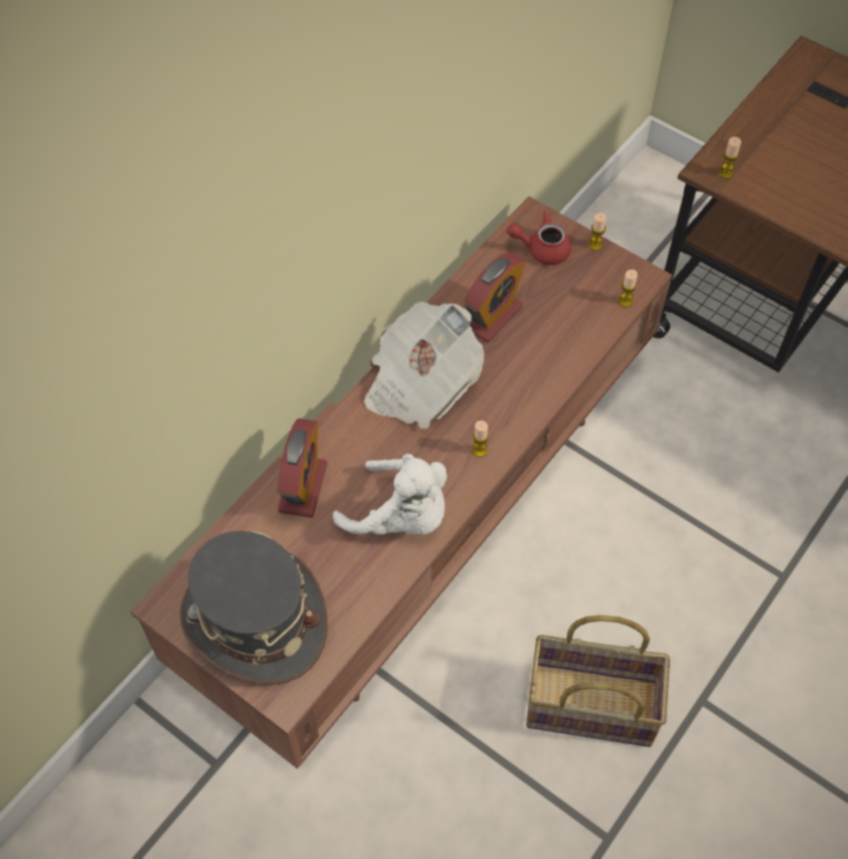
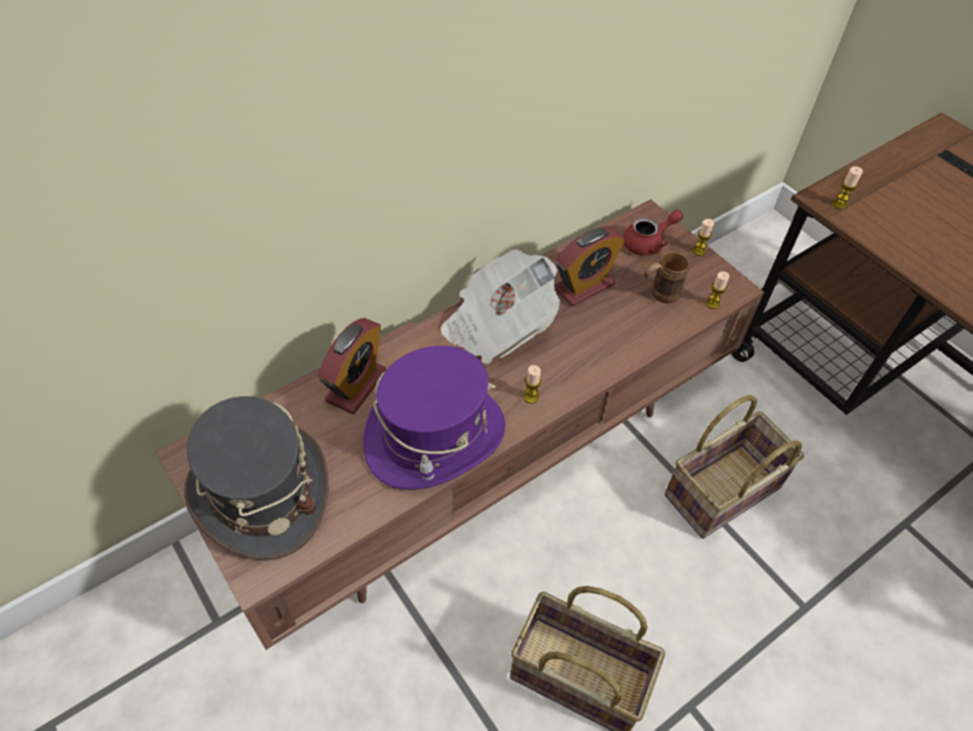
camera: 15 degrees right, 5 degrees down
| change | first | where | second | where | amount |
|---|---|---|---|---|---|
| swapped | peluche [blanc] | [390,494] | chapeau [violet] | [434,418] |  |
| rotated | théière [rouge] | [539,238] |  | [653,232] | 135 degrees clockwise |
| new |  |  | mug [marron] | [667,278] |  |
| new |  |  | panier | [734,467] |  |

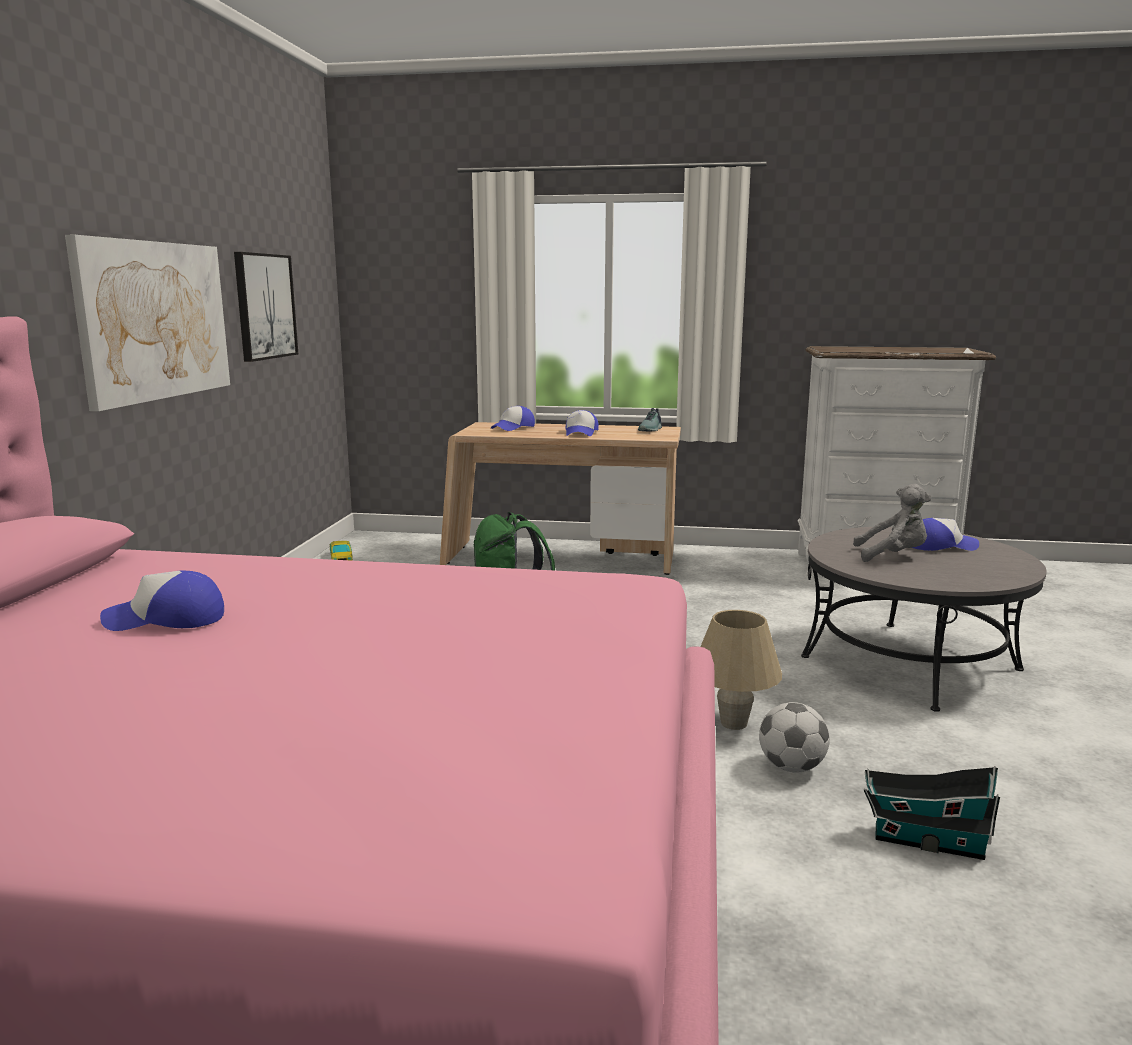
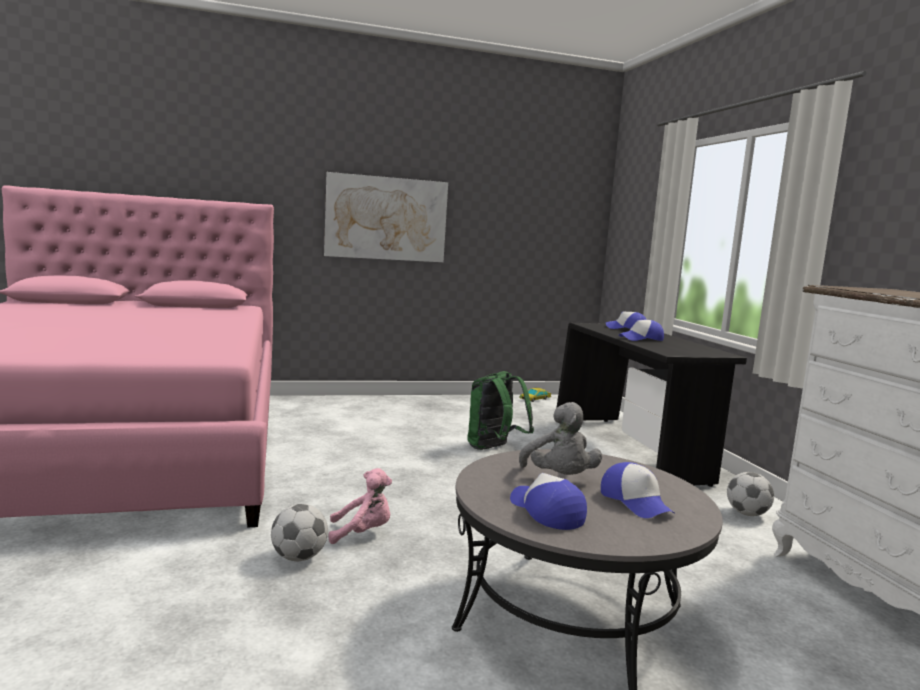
camera: 65 degrees right, 5 degrees down
| change | first | where | second | where | amount |
|---|---|---|---|---|---|
| swapped | lampe de table [beige] | [741,670] | peluche [rose] | [360,506] |  |
| shifted | casquette | [162,600] |  | [548,501] |  |
| repainted | bureau [beige] | [560,498] | bureau [noir] | [652,405] |  |
| new |  |  | ballon de foot | [750,494] |  |
| gone | tableau | [266,307] |  |  |  |
| gone | chaussure | [650,420] |  |  |  |
| gone | maison miniature | [932,813] |  |  |  |

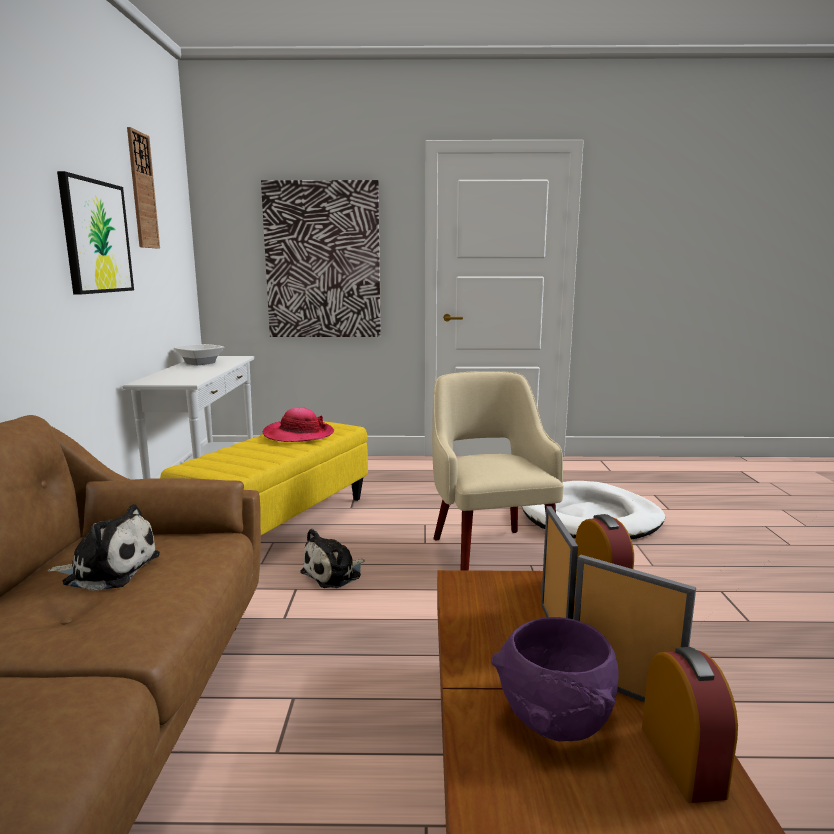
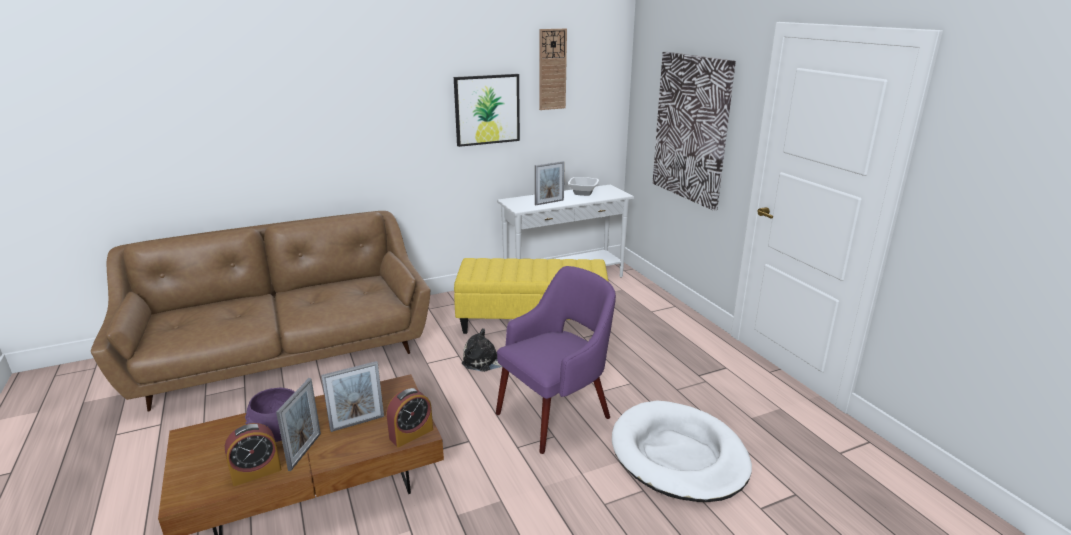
camera: 65 degrees right, 10 degrees up
| change | first | where | second | where | amount |
|---|---|---|---|---|---|
| repainted | fauteuil [beige] | [498,470] | fauteuil [violet] | [556,360] |  |
| new |  |  | cadre photo | [550,183] |  |
| gone | peluche | [103,547] |  |  |  |
| gone | chapeau | [298,424] |  |  |  |

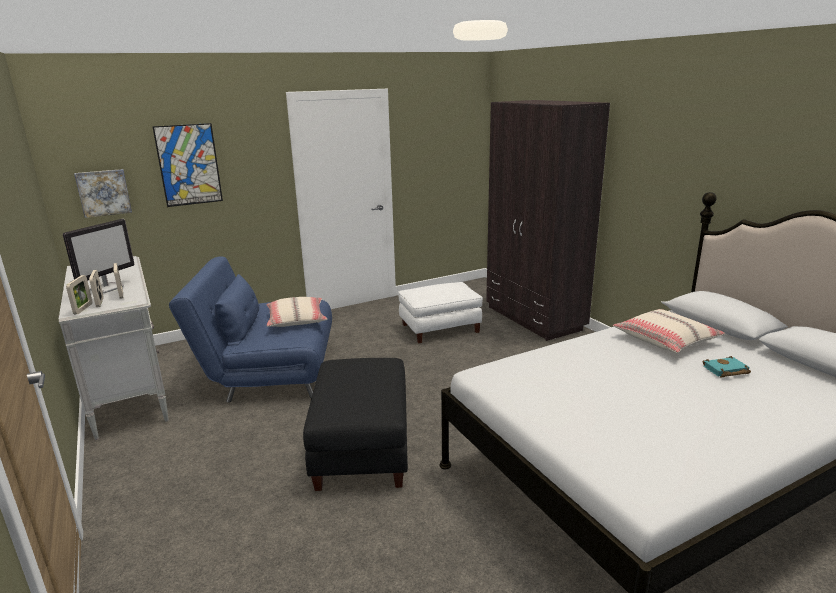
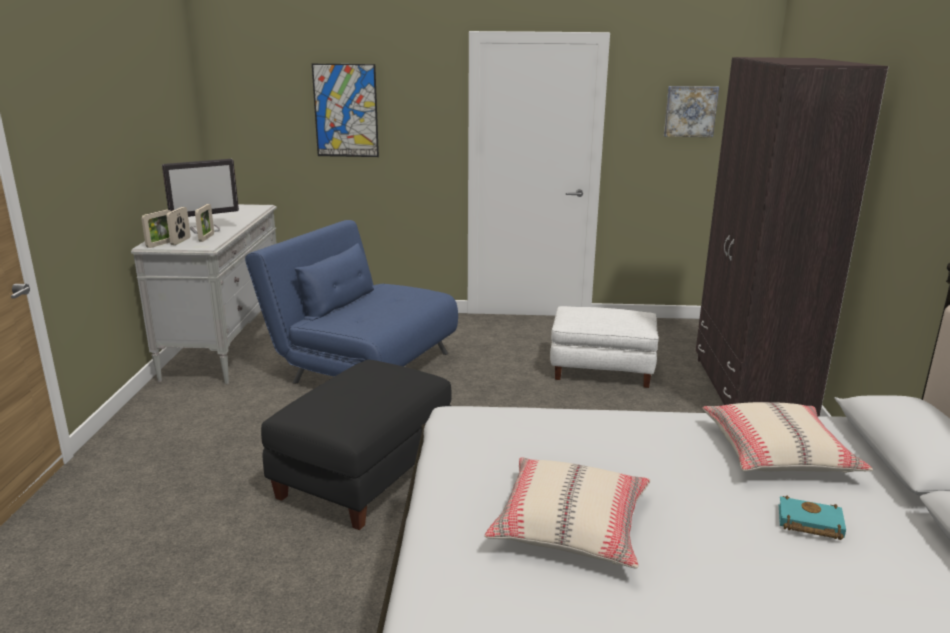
camera: 30 degrees right, 0 degrees up
| change | first | where | second | where | amount |
|---|---|---|---|---|---|
| shifted | coussin [beige] | [297,312] |  | [567,513] |  |
| shifted | tableau | [103,193] |  | [691,111] |  |

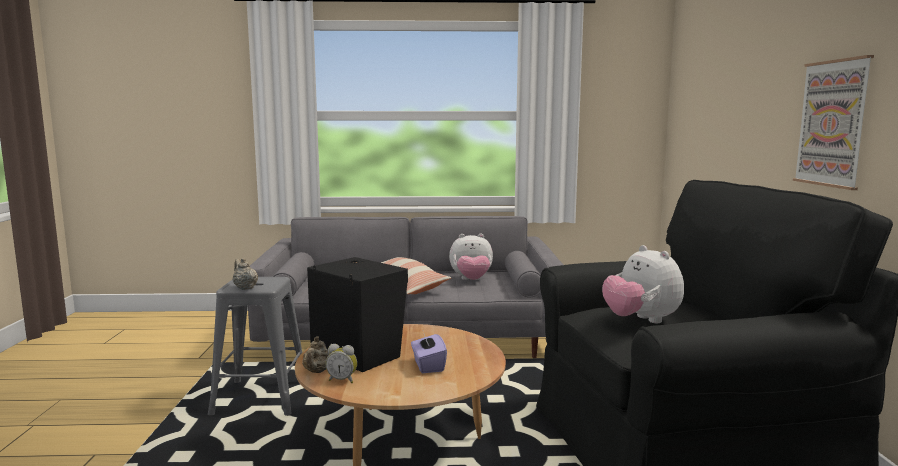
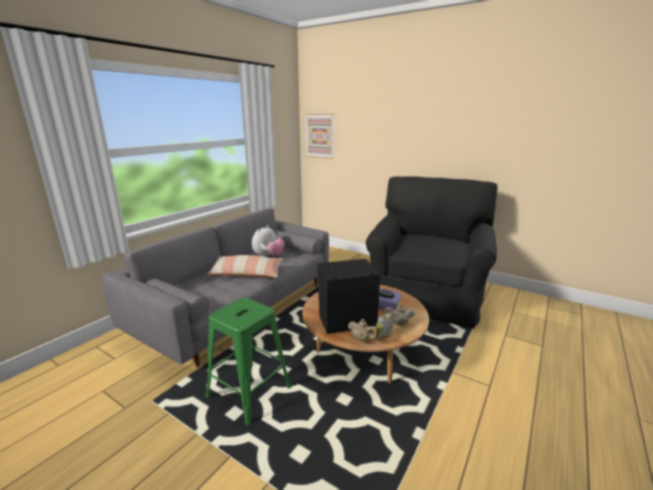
camera: 55 degrees left, 10 degrees up
| change | first | where | second | where | amount |
|---|---|---|---|---|---|
| repainted | tabouret [gris] | [255,346] | tabouret [vert] | [248,362] |  |
| shifted | tableau | [833,122] |  | [320,136] |  |
| shifted | théière [beige] | [245,274] |  | [399,315] |  |
| gone | peluche | [643,284] |  |  |  |

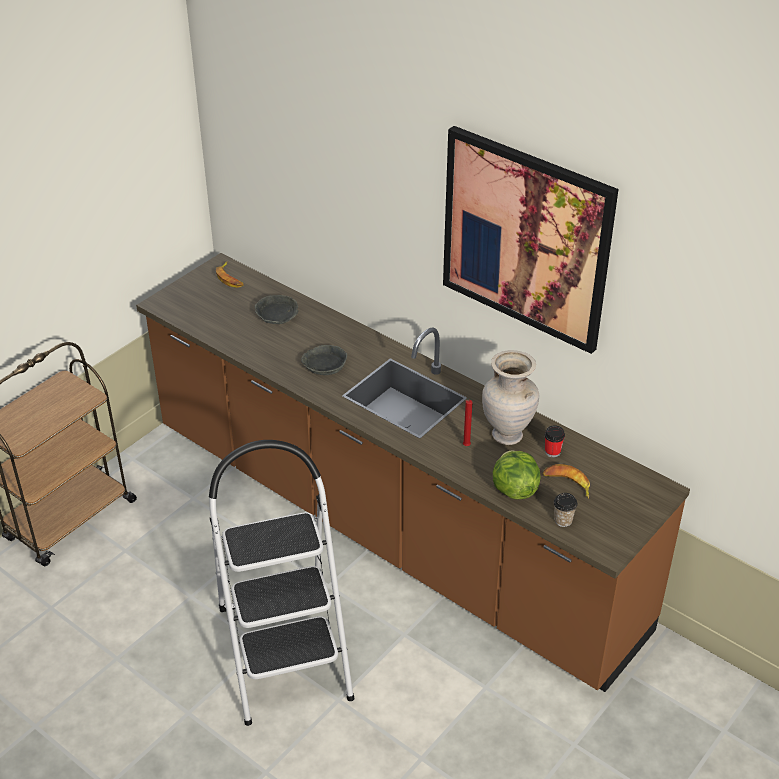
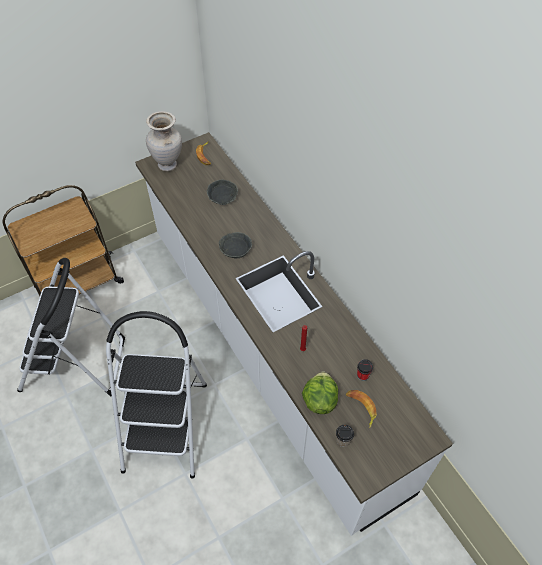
camera: 20 degrees right, 15 degrees up
| change | first | where | second | where | amount |
|---|---|---|---|---|---|
| new |  |  | escabeau | [71,327] |  |
| repainted | comptoir de cuisine [marron] | [413,472] | comptoir de cuisine [blanc] | [294,334] |  |
| shifted | vase [beige] | [510,397] |  | [164,141] |  |
| gone | tableau | [531,240] |  |  |  |

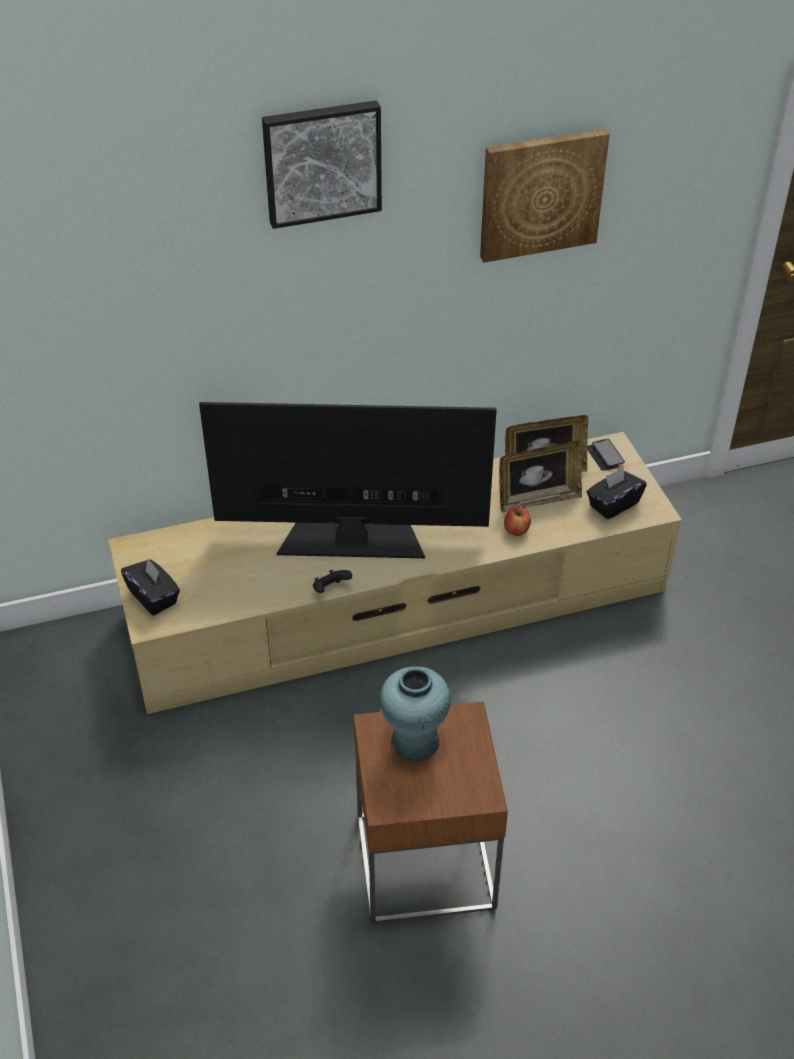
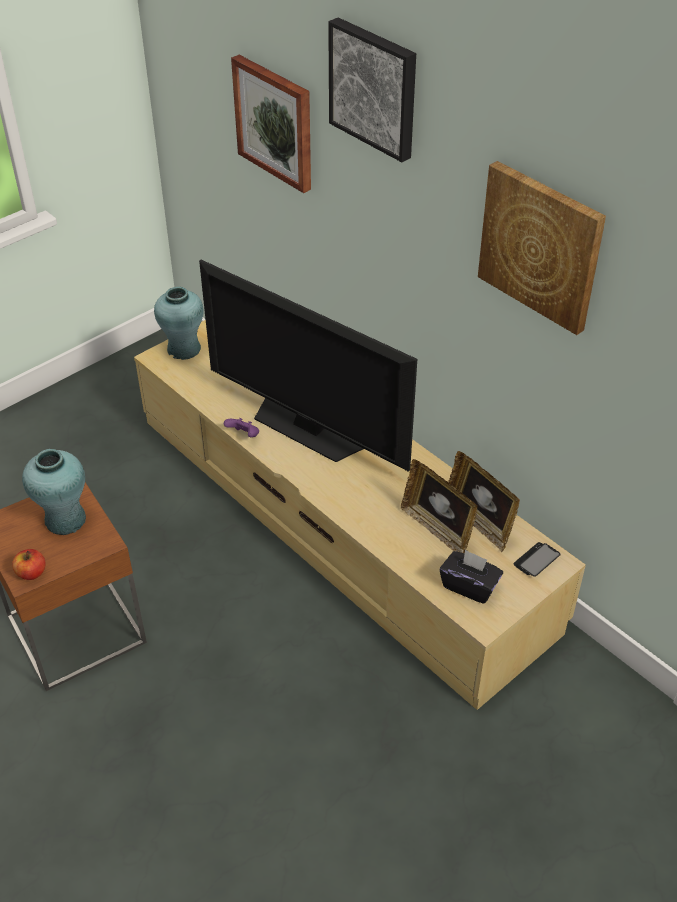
camera: 65 degrees right, 0 degrees up
| change | first | where | second | where | amount |
|---|---|---|---|---|---|
| shifted | pomme | [517,521] |  | [28,564] |  |
| swapped | boîte à mouchoirs [noir] | [150,587] | vase [turquoise] | [178,323] |  |
| rotated | téléviseur | [348,480] |  | [308,366] | 150 degrees clockwise |
| repainted | manette [noir] | [332,581] | manette [violet] | [241,427] |  |
| new |  |  | tableau | [271,124] |  |

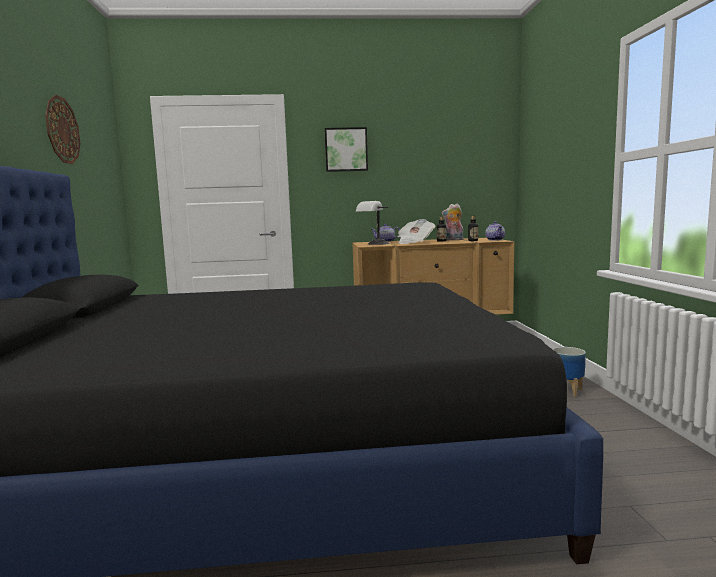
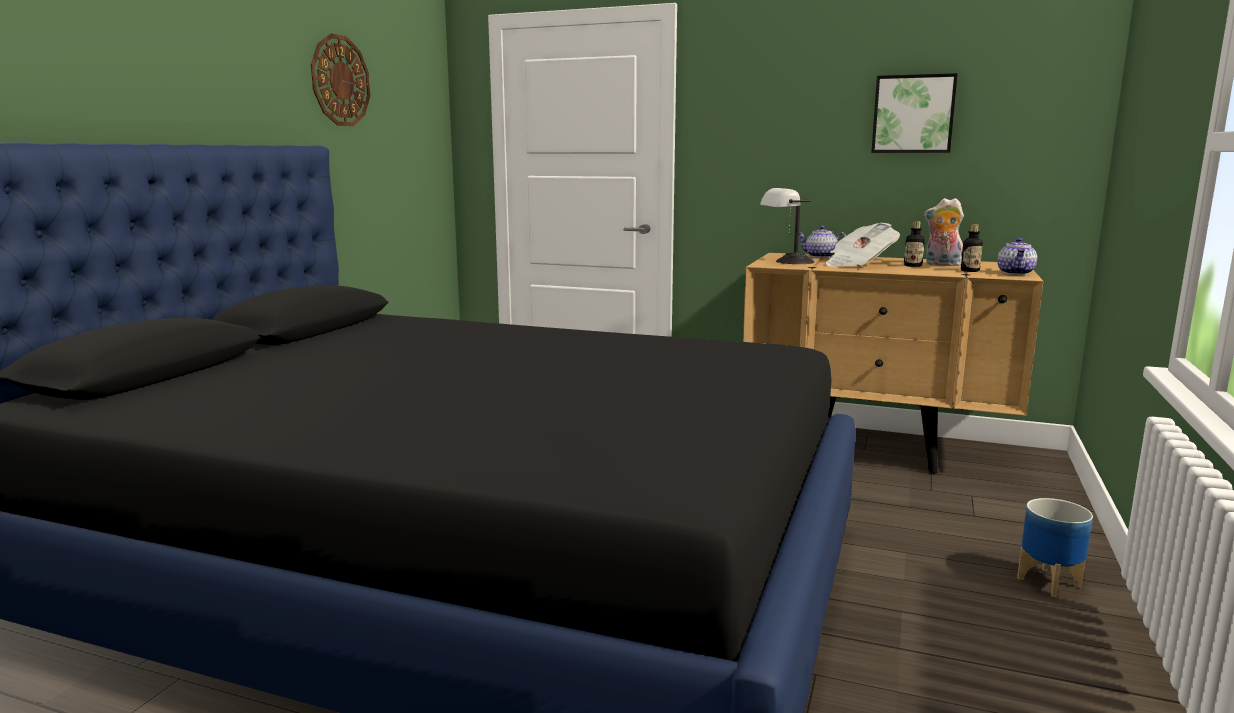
camera: 25 degrees right, 5 degrees up
| change | first | where | second | where | amount |
|---|---|---|---|---|---|
| shifted | tableau | [346,149] |  | [914,113] |  |

